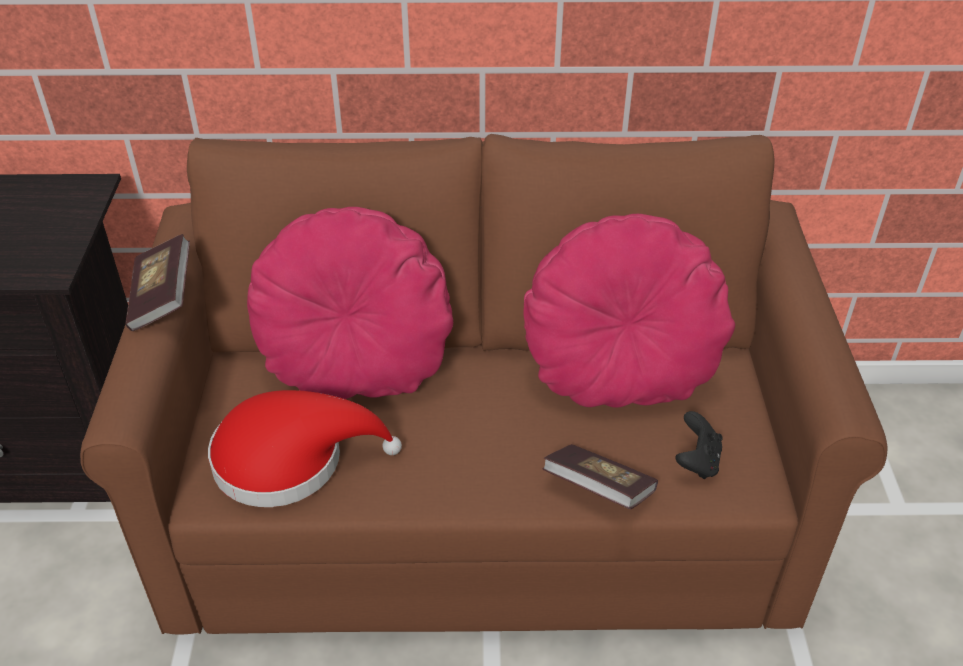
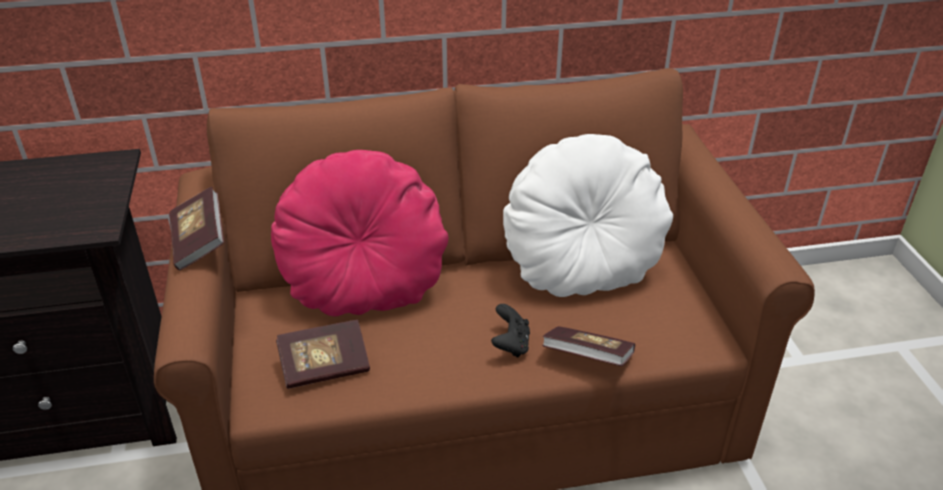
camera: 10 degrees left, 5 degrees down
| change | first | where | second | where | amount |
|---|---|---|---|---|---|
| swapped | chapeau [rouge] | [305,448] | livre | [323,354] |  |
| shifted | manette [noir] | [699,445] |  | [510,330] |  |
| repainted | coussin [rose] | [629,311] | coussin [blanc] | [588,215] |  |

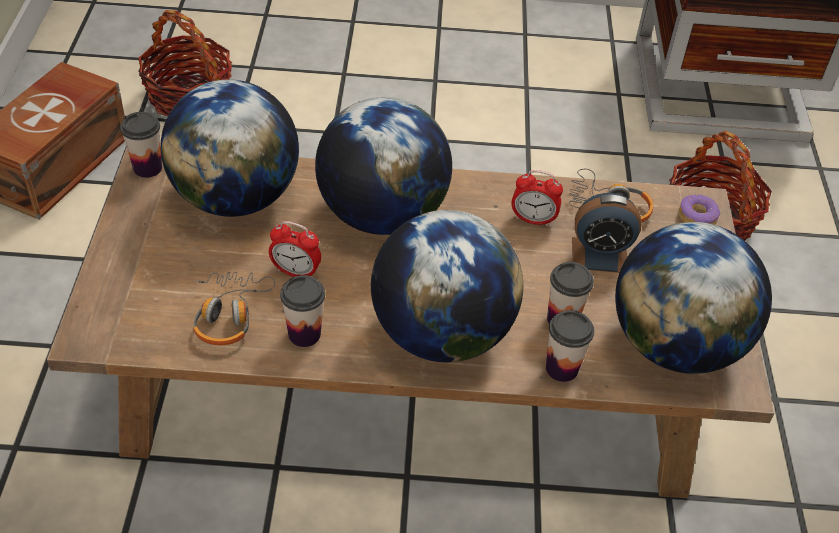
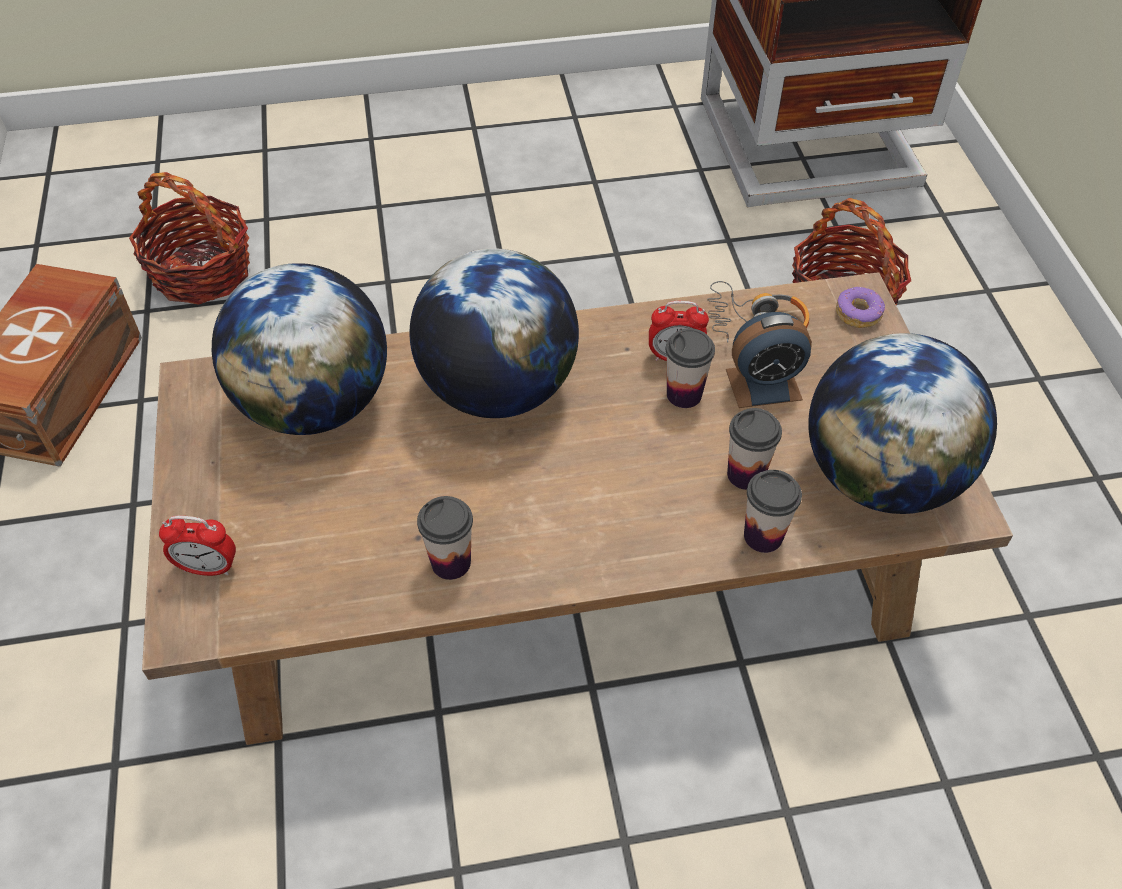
camera: 10 degrees left, 5 degrees up
| change | first | where | second | where | amount |
|---|---|---|---|---|---|
| shifted | réveil | [295,249] |  | [197,546] |  |
| shifted | tasse | [141,145] |  | [690,368] |  |
| gone | casque audio | [234,308] |  |  |  |
| gone | globe | [447,286] |  |  |  |

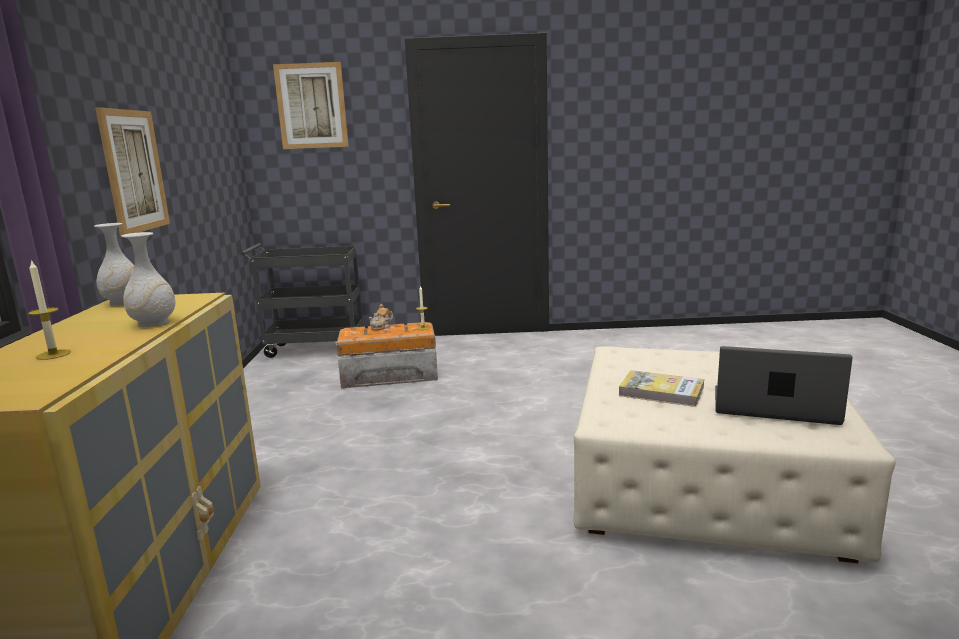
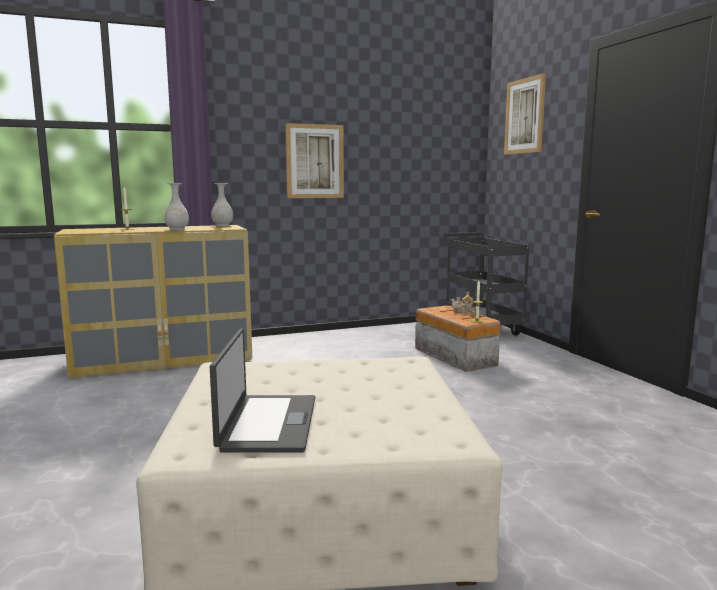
camera: 70 degrees right, 5 degrees down
| change | first | where | second | where | amount |
|---|---|---|---|---|---|
| gone | livre | [661,388] |  |  |  |

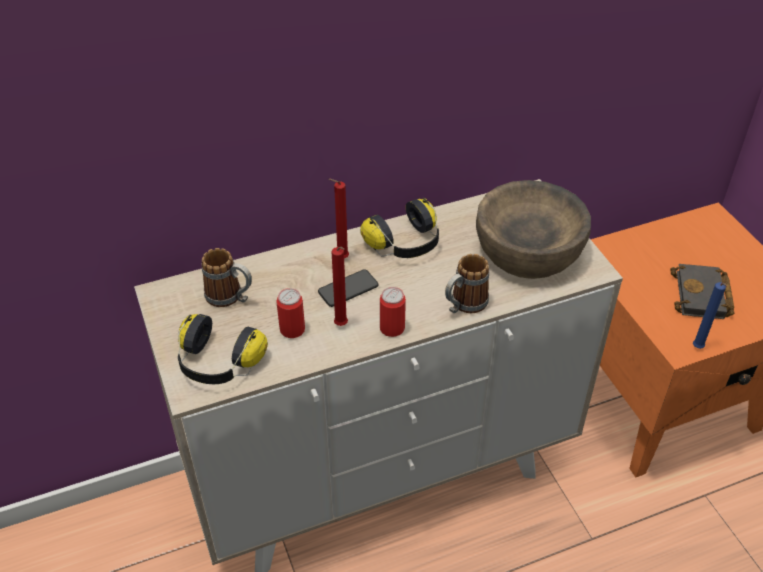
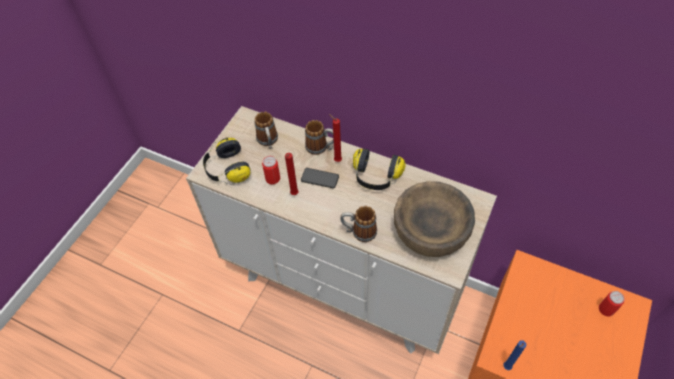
camera: 50 degrees right, 10 degrees up
| change | first | where | second | where | amount |
|---|---|---|---|---|---|
| new |  |  | mug | [319,137] |  |
| shifted | boîte métallique | [393,312] |  | [612,303] |  |
| gone | livre [noir] | [702,291] |  |  |  |

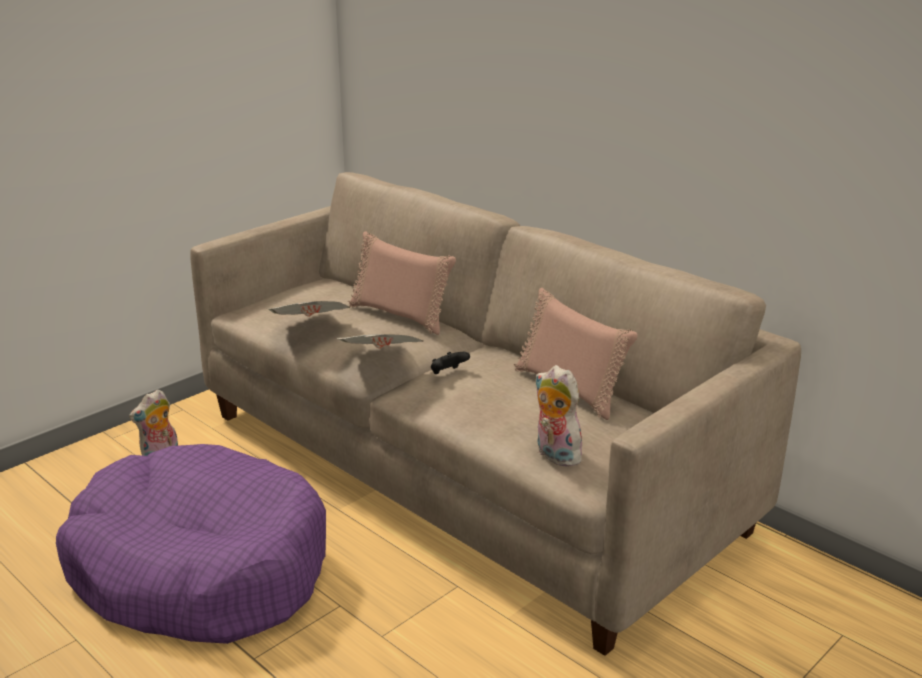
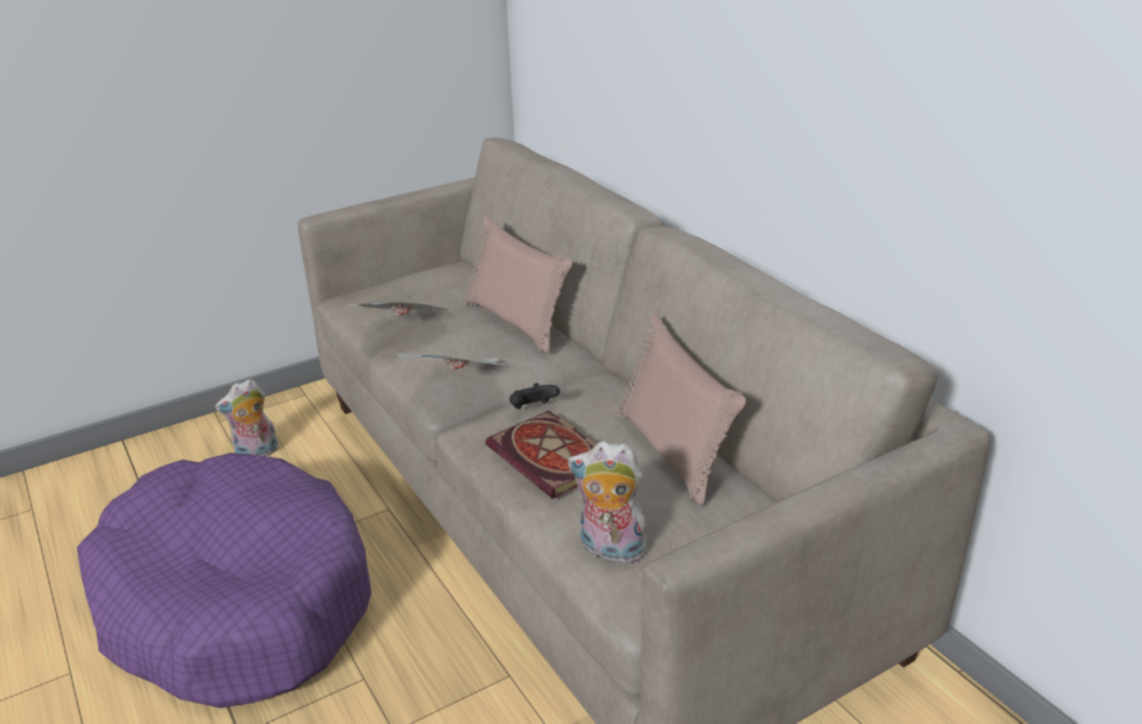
camera: 15 degrees right, 5 degrees up
| change | first | where | second | where | amount |
|---|---|---|---|---|---|
| new |  |  | livre | [541,454] |  |
| rotated | peluche | [559,416] |  | [609,504] | 45 degrees counterclockwise |

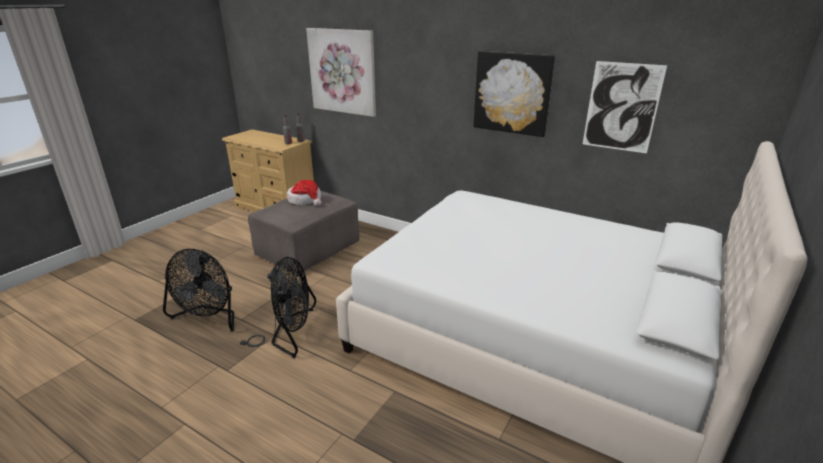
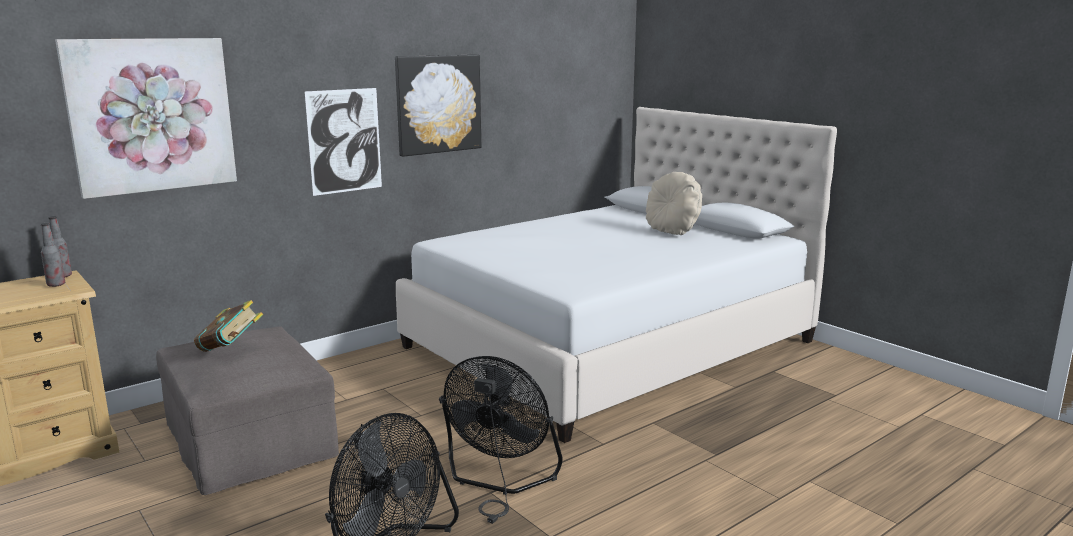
camera: 70 degrees left, 10 degrees down
| change | first | where | second | where | amount |
|---|---|---|---|---|---|
| swapped | chapeau | [304,193] | livre | [228,326] |  |
| shifted | tableau | [625,107] |  | [343,142] |  |
| new |  |  | coussin [beige] | [674,203] |  |

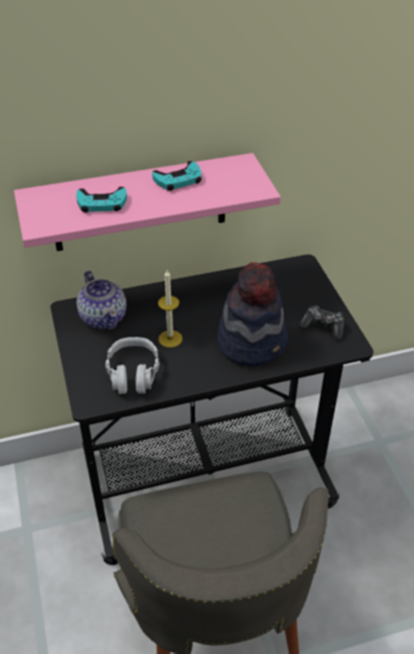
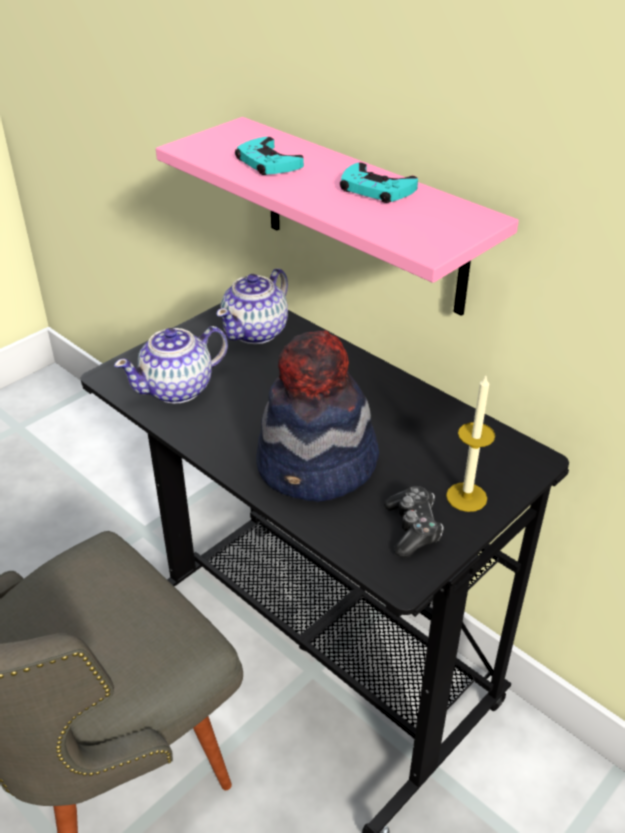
camera: 60 degrees right, 5 degrees down
| change | first | where | second | where | amount |
|---|---|---|---|---|---|
| swapped | casque audio [gris] | [132,365] | théière | [171,365] |  |
| shifted | bougie | [170,309] |  | [470,444] |  |

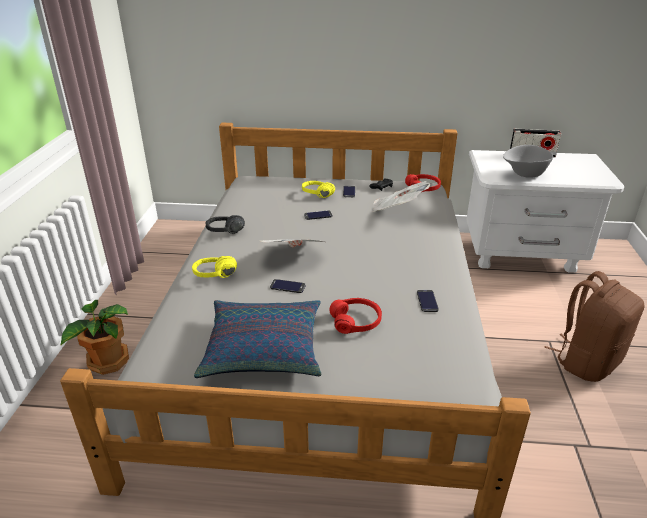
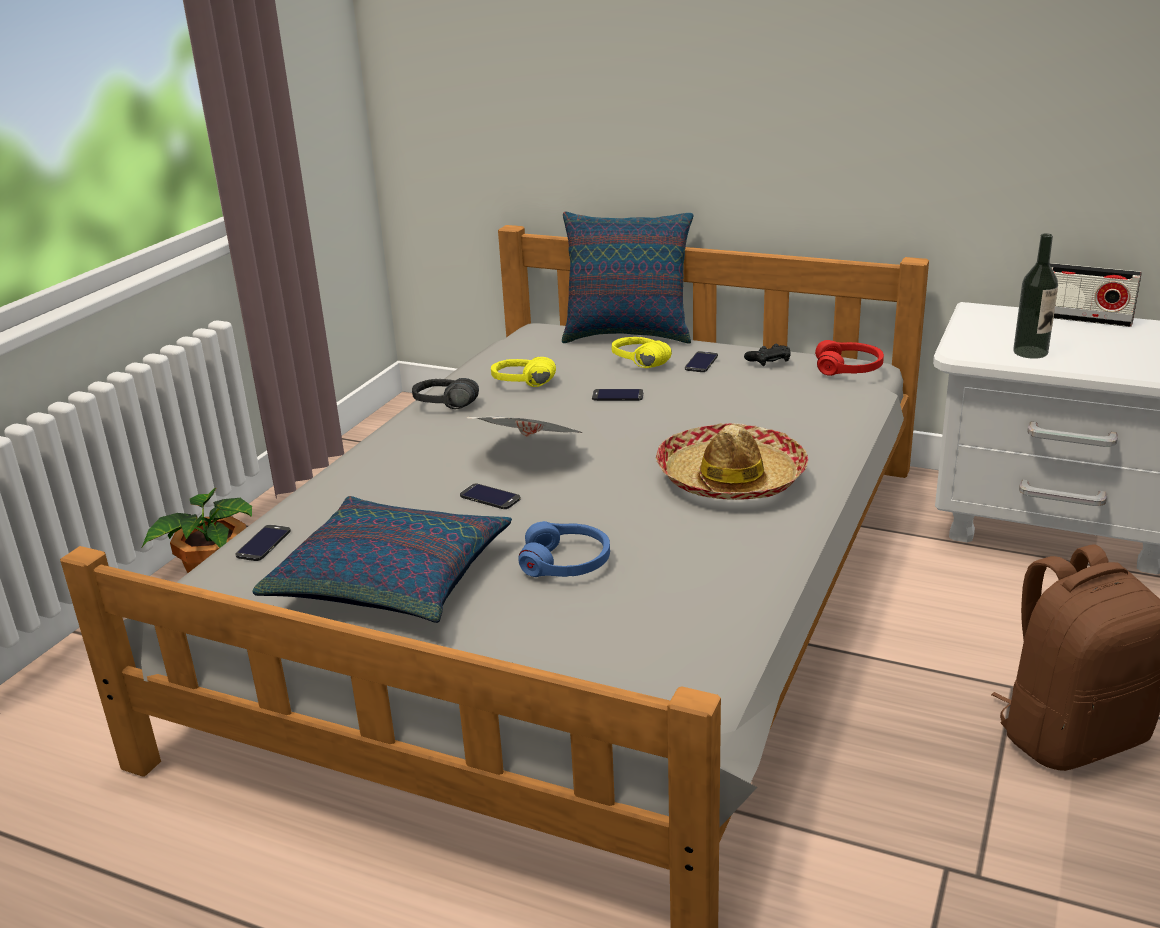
camera: 20 degrees right, 5 degrees down
| change | first | where | second | where | amount |
|---|---|---|---|---|---|
| shifted | téléphone | [428,301] |  | [263,543] |  |
| shifted | casque audio [jaune] | [214,267] |  | [523,372] |  |
| repainted | casque audio [rouge] | [355,316] | casque audio [bleu] | [564,549] |  |
| new |  |  | coussin [bleu] | [627,278] |  |
| new |  |  | chapeau | [732,461] |  |
| swapped | bol [gris] | [528,161] | bouteille | [1035,296] |  |
| gone | journal | [401,196] |  |  |  |

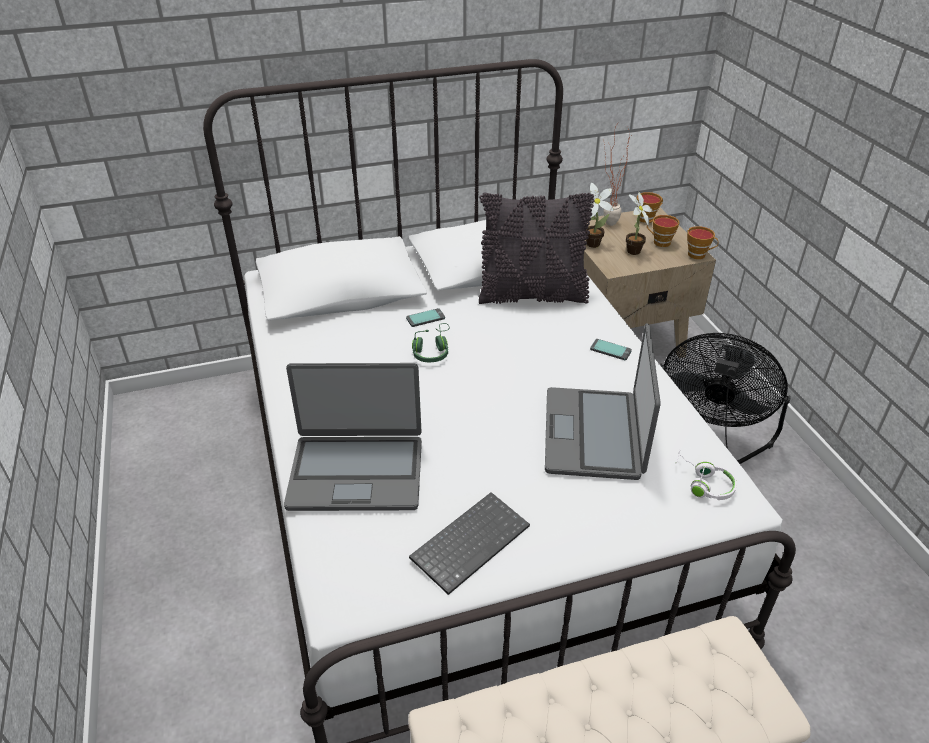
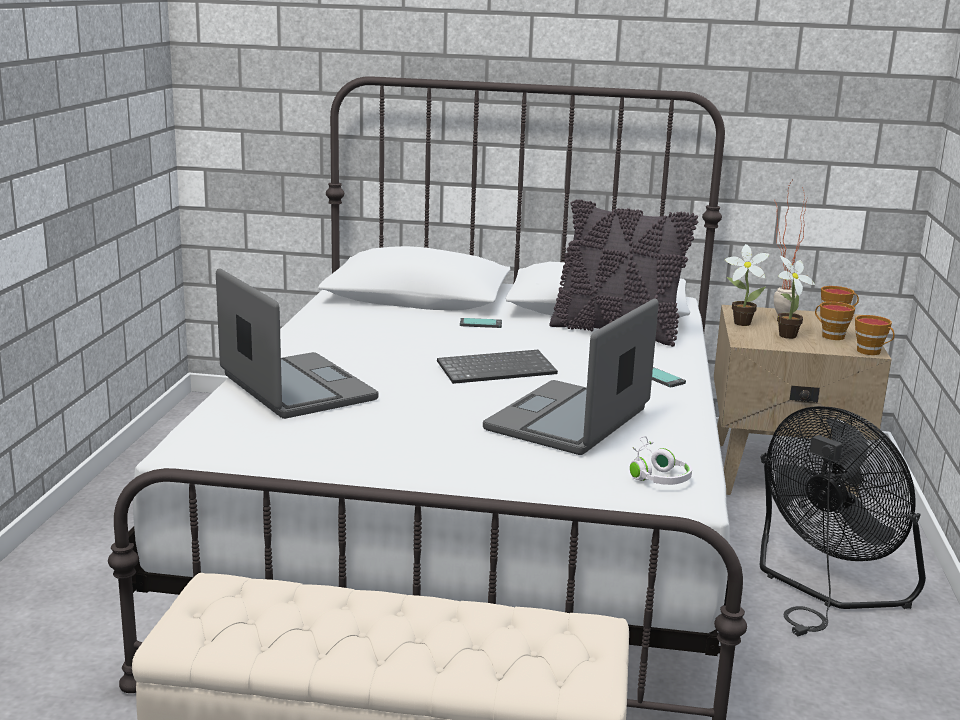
camera: 25 degrees right, 20 degrees down
| change | first | where | second | where | amount |
|---|---|---|---|---|---|
| rotated | ordinateur portable | [353,437] |  | [297,343] | 150 degrees counterclockwise |
| shifted | clavier | [469,543] |  | [497,367] |  |
| gone | casque audio [vert] | [431,342] |  |  |  |

